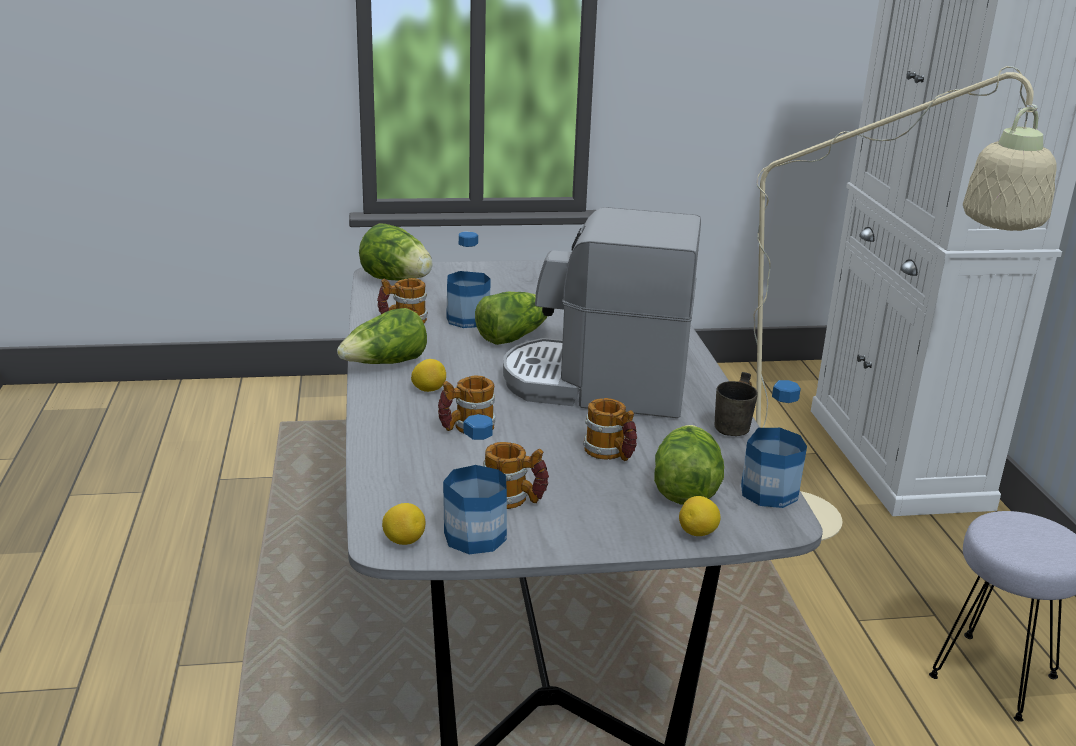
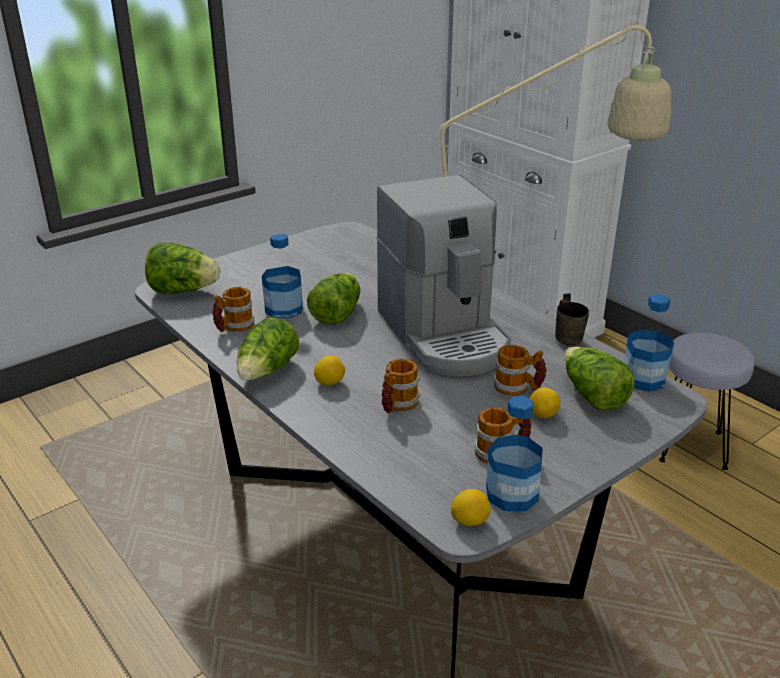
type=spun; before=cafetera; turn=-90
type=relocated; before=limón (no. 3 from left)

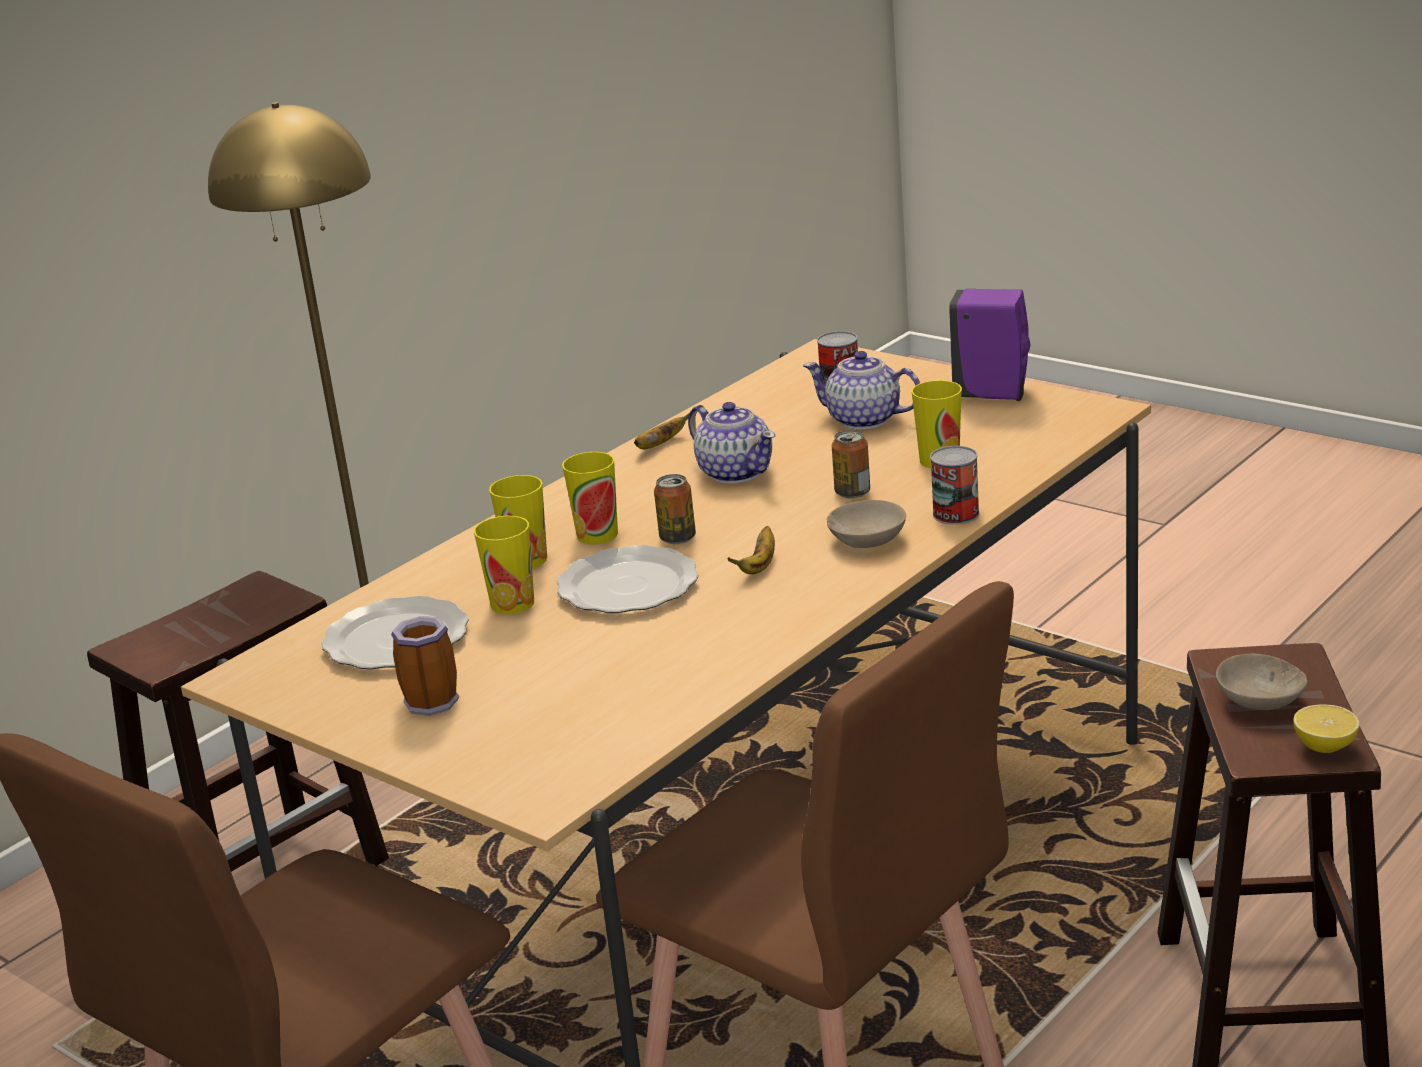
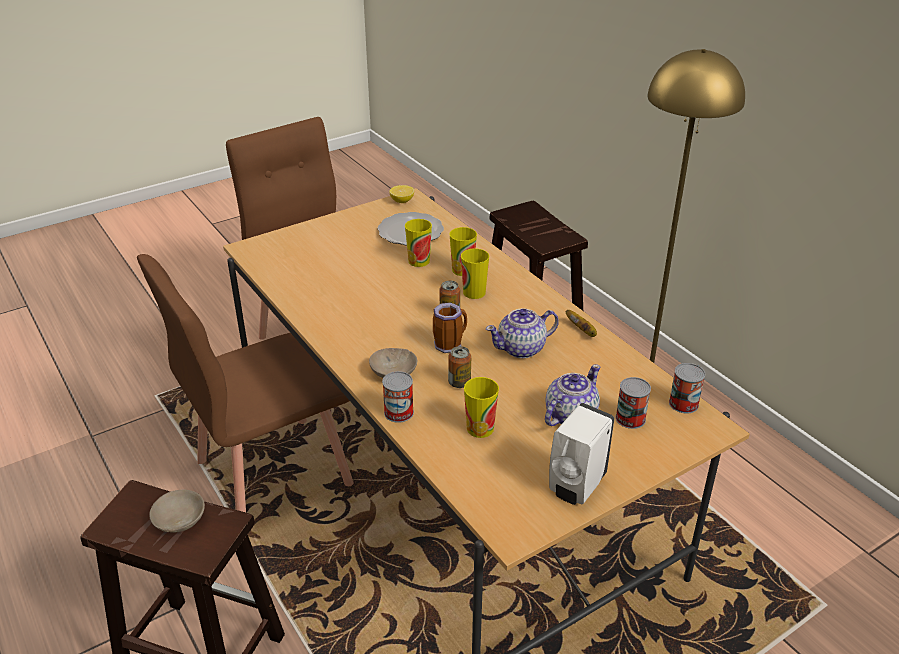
type=relocated; before=taza grande
type=missing; before=plato (no. 2 from left)
type=missing; before=plátano (no. 2 from left)
type=colour; before=dispensador de jabón [morado]; after=dispensador de jabón [blanco]
type=relocated; before=limón
type=appeared; after=lata (no. 5 from left)

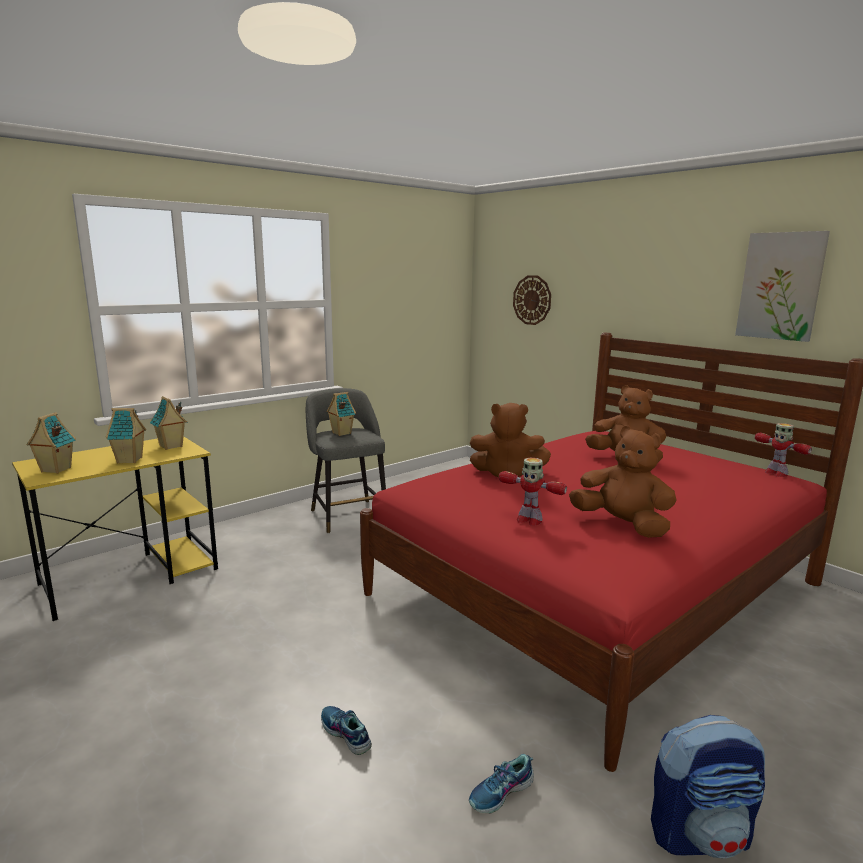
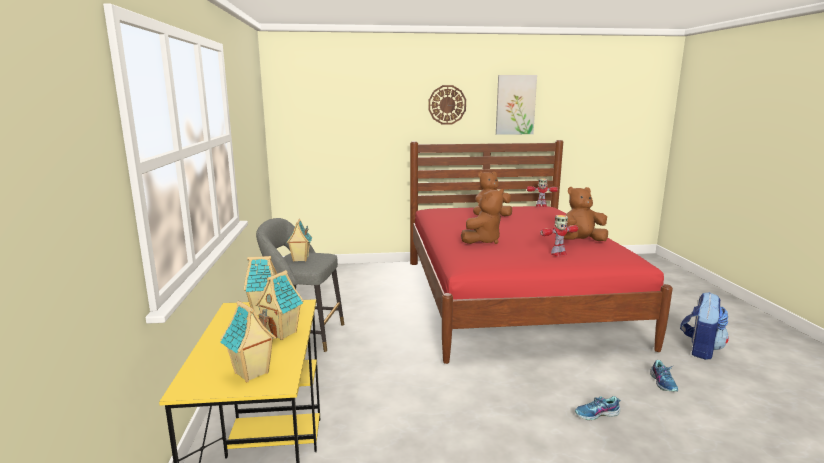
type=relocated; before=reloj de pared

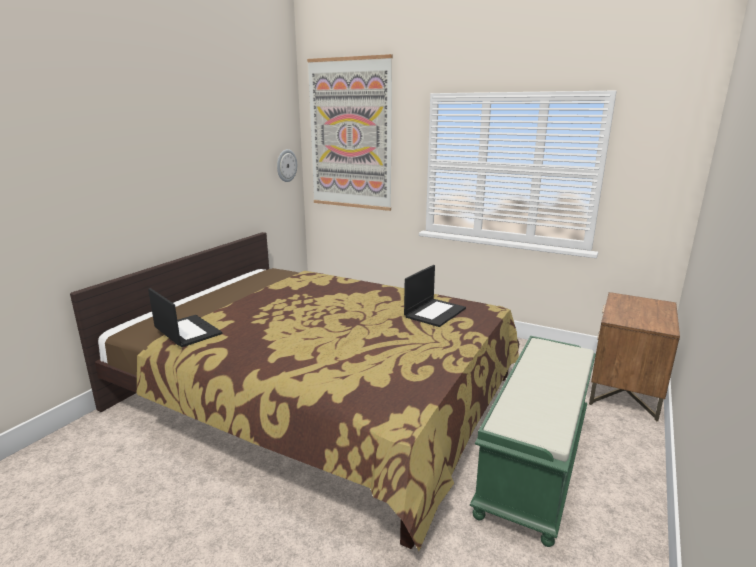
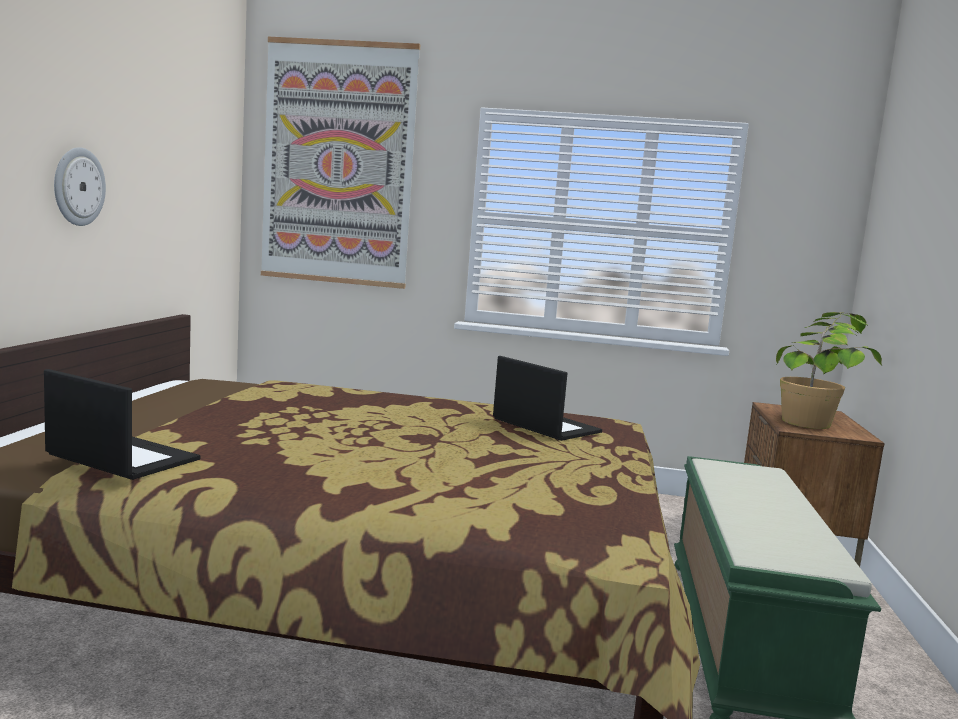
type=relocated; before=reloj de pared
type=spun; before=portátil (no. 2 from left); turn=-60
type=appeared; after=planta en maceta

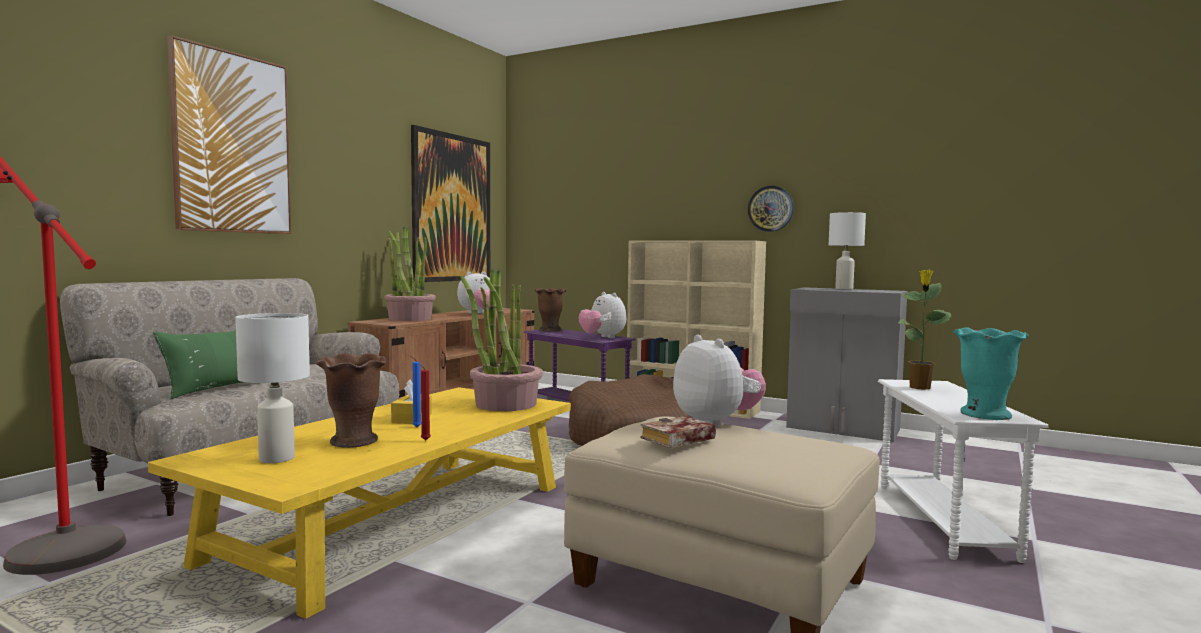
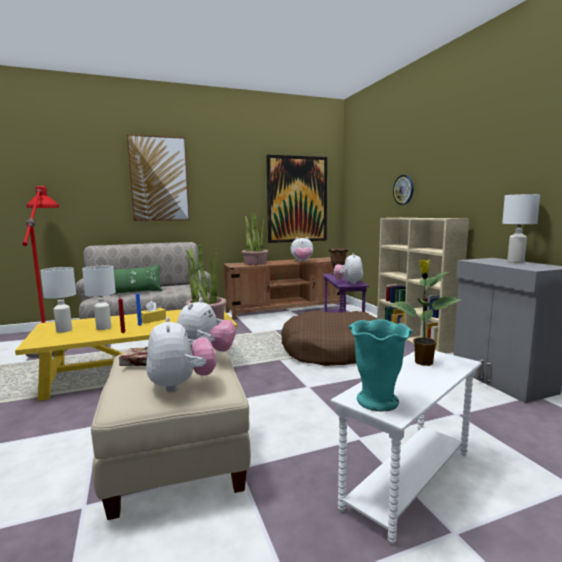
type=exchanged; before=florero [marrón] (no. 1 from left); after=lámpara de mesa [blanco] (no. 2 from left)
type=relocated; before=reloj de pared
type=appeared; after=peluche (no. 1 from left)

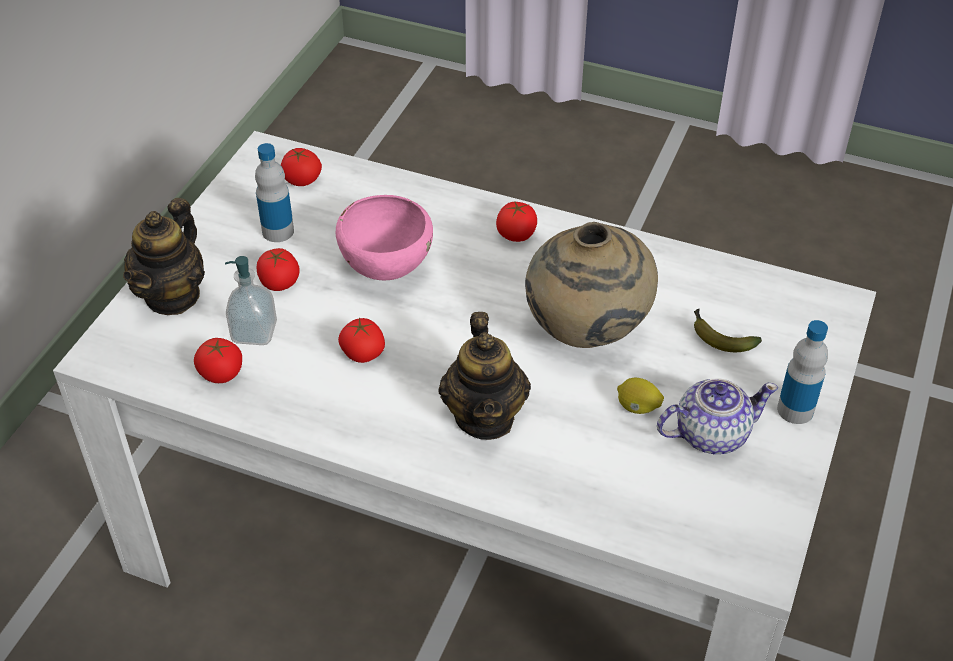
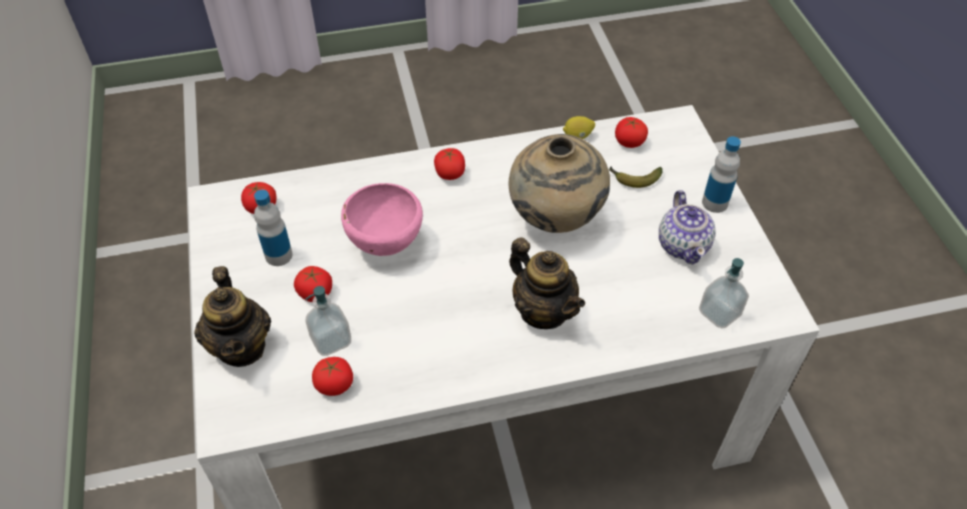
type=relocated; before=tomate (no. 4 from left in the first image); after=tomate (no. 5 from left)
type=relocated; before=limón
type=spun; before=tetera (no. 3 from left); turn=135
type=appeared; after=dispensador de jabón (no. 2 from left)

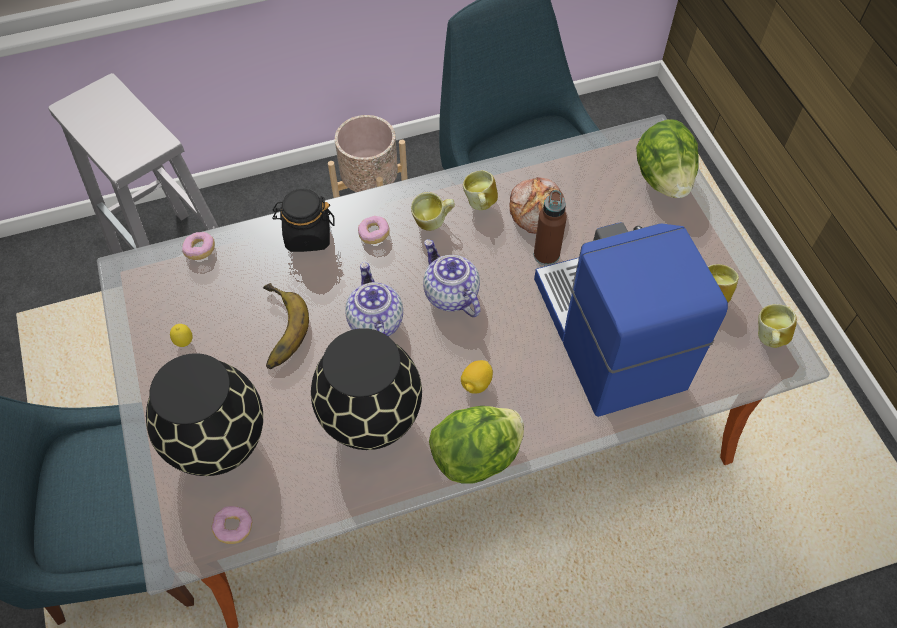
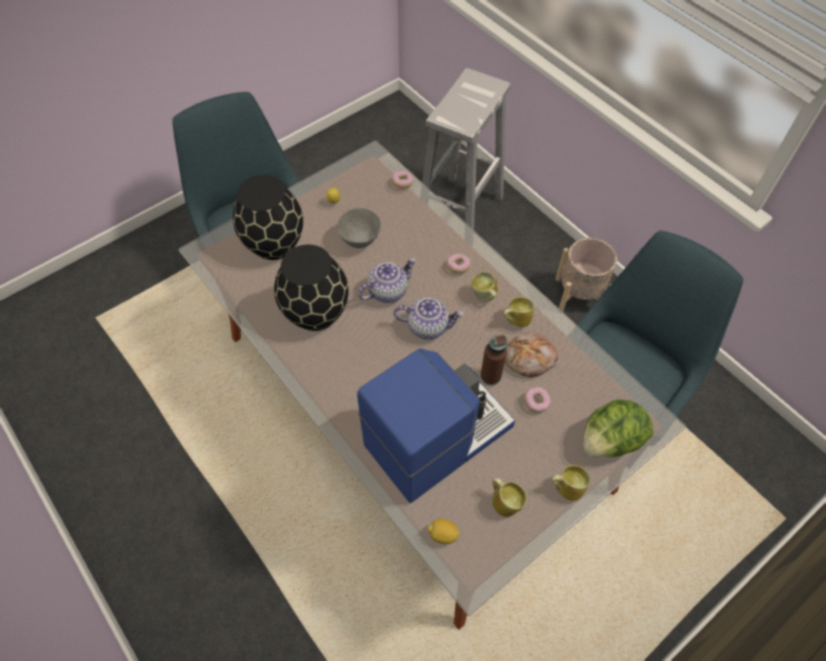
type=relocated; before=rosquilla (no. 2 from left in the first image); after=rosquilla (no. 3 from left)
type=exchanged; before=plátano; after=cuenco [gris]
type=missing; before=tarro [negro]
type=spun; before=tetera (no. 2 from left); turn=60
type=missing; before=lechuga (no. 1 from left)
type=relocated; before=limón (no. 2 from left)
type=relocated; before=taza grande (no. 4 from left)

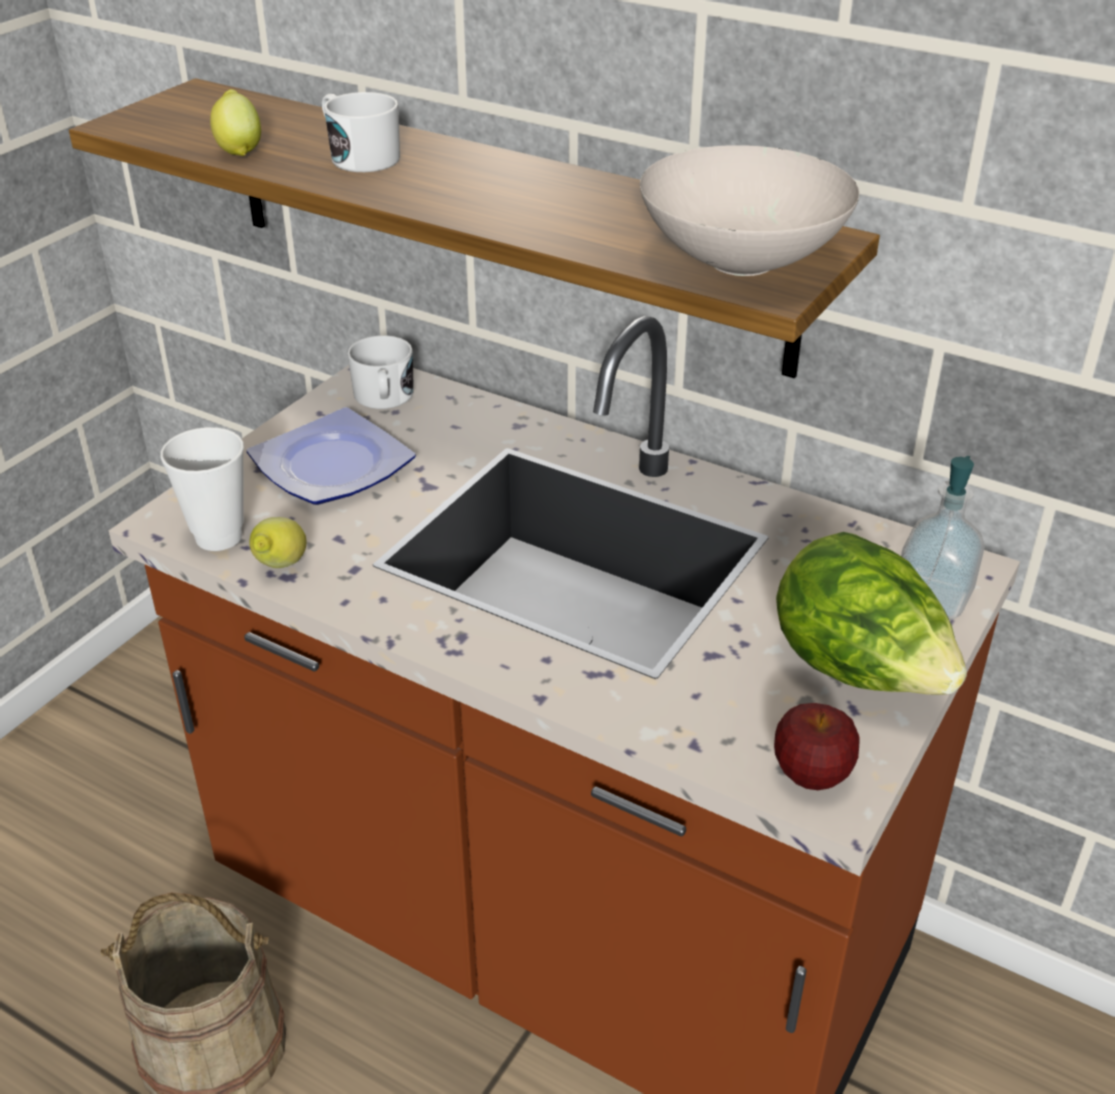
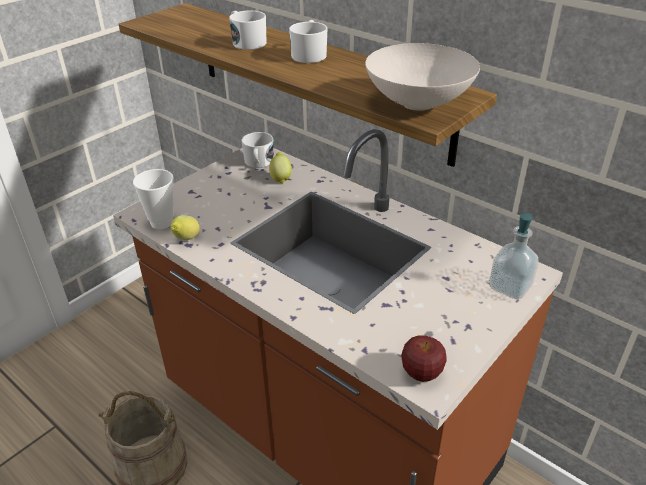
type=relocated; before=limón (no. 1 from left in the first image); after=limón (no. 2 from left)
type=missing; before=plato
type=missing; before=lechuga
type=appeared; after=taza grande [blanco] (no. 3 from left)

